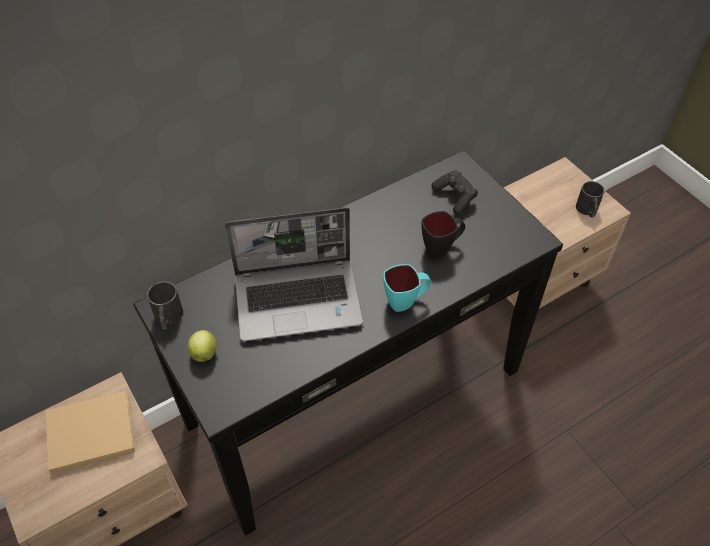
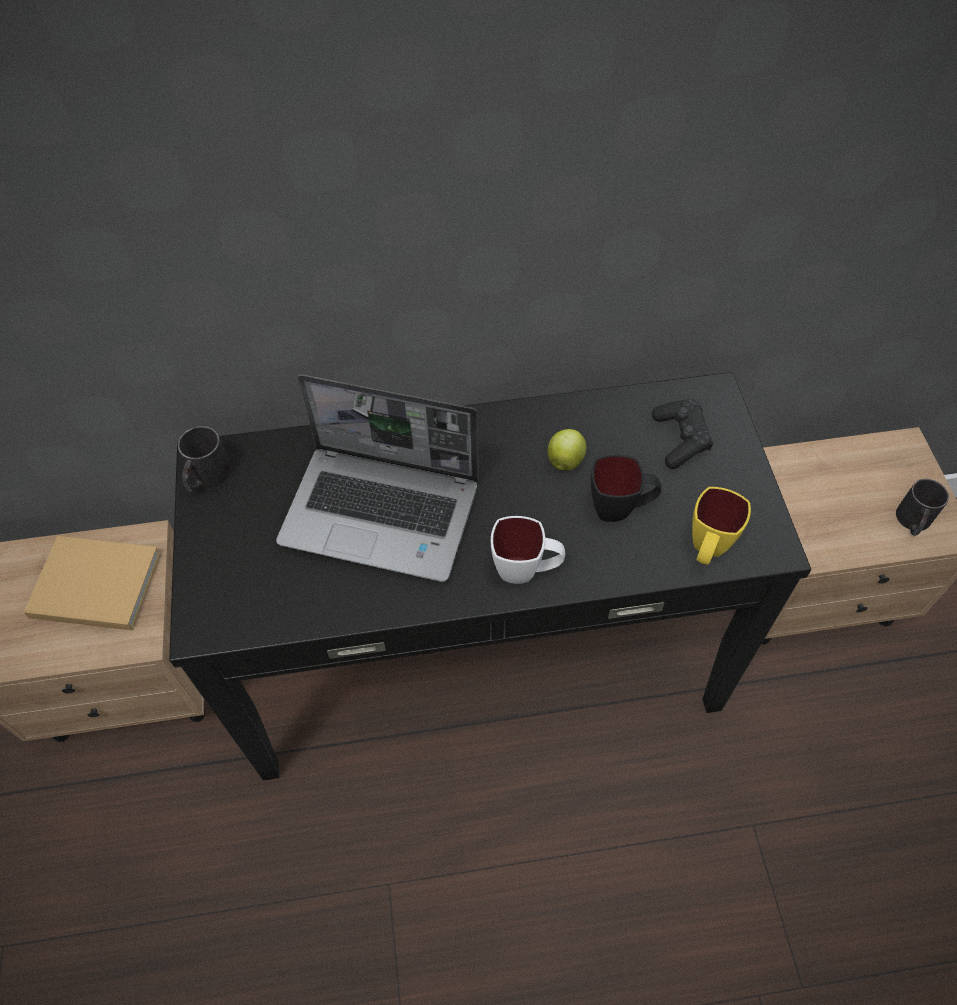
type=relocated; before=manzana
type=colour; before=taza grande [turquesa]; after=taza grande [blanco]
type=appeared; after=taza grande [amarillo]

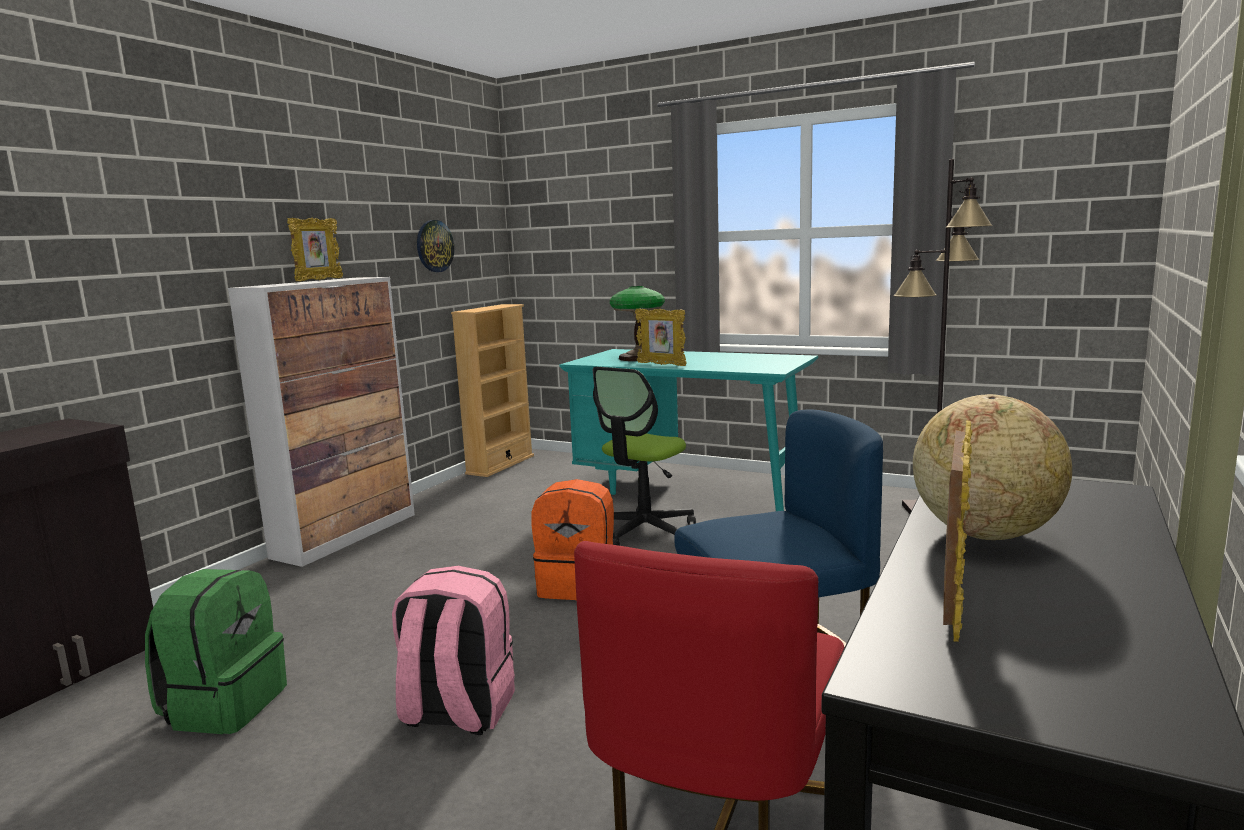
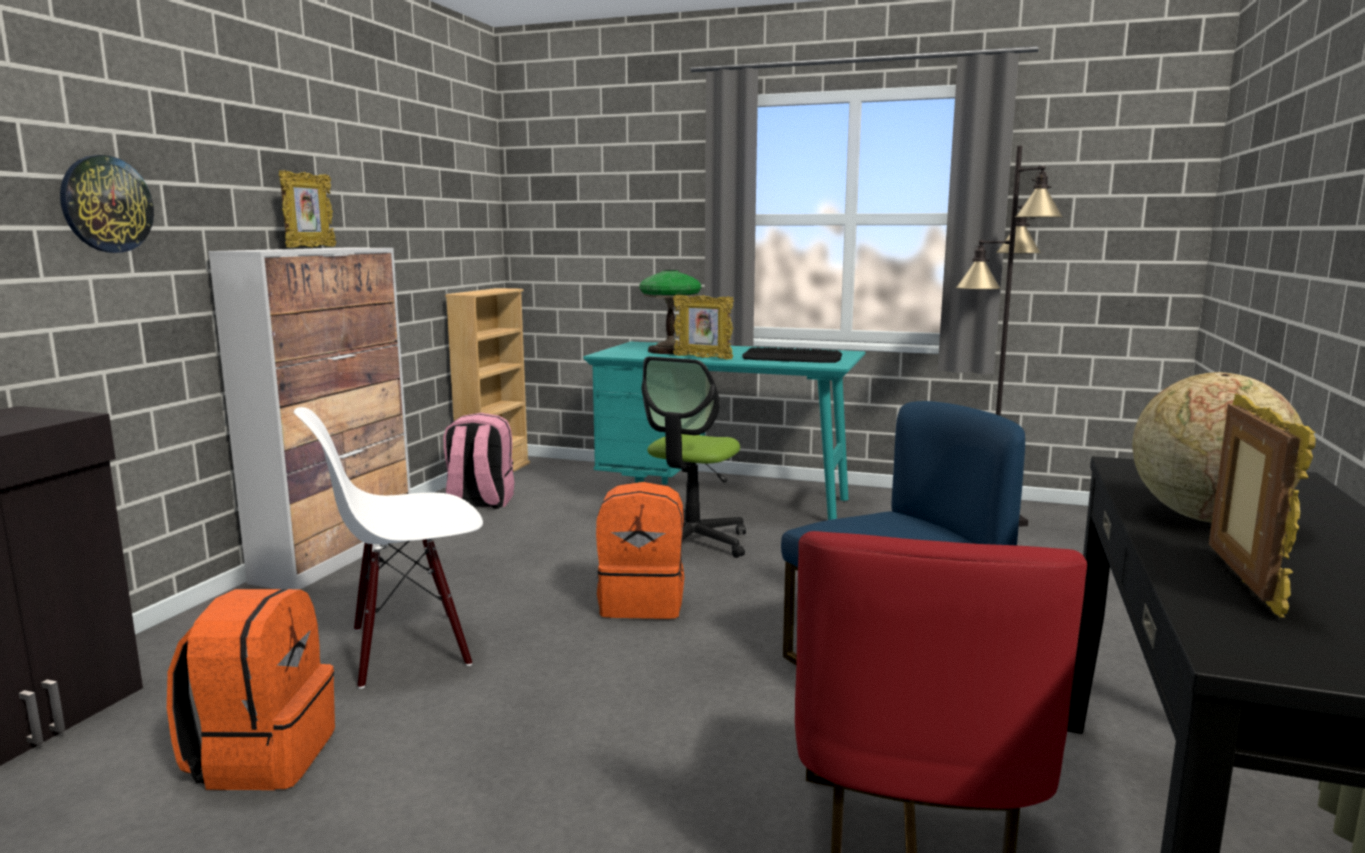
type=colour; before=mochila [verde]; after=mochila [naranja] (no. 1 from left)
type=relocated; before=mochila [rosa]
type=relocated; before=reloj de pared
type=appeared; after=silla [blanco]
type=appeared; after=teclado

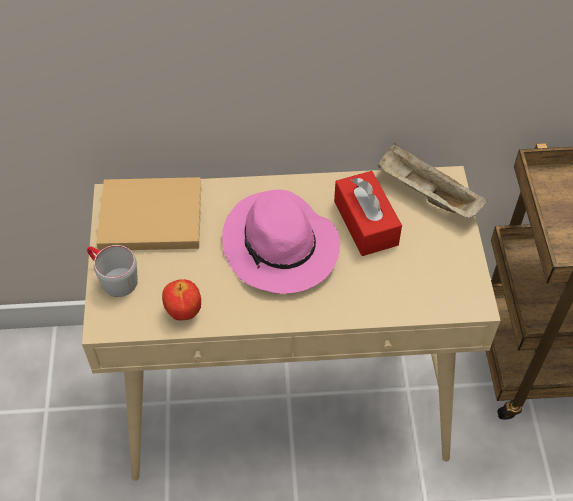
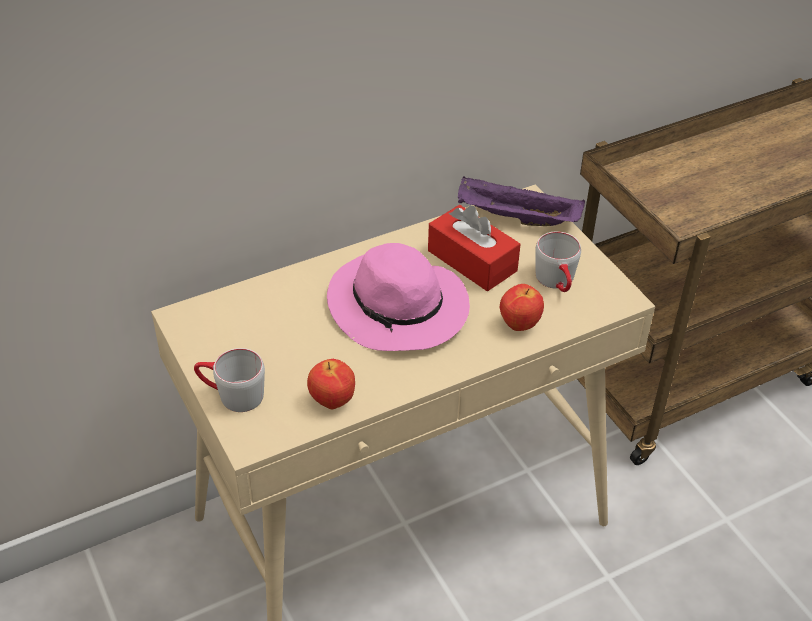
type=missing; before=libro [beis]
type=colour; before=bandeja [beis]; after=bandeja [morado]
type=appeared; after=manzana (no. 2 from left)
type=appeared; after=taza grande [gris] (no. 2 from left)

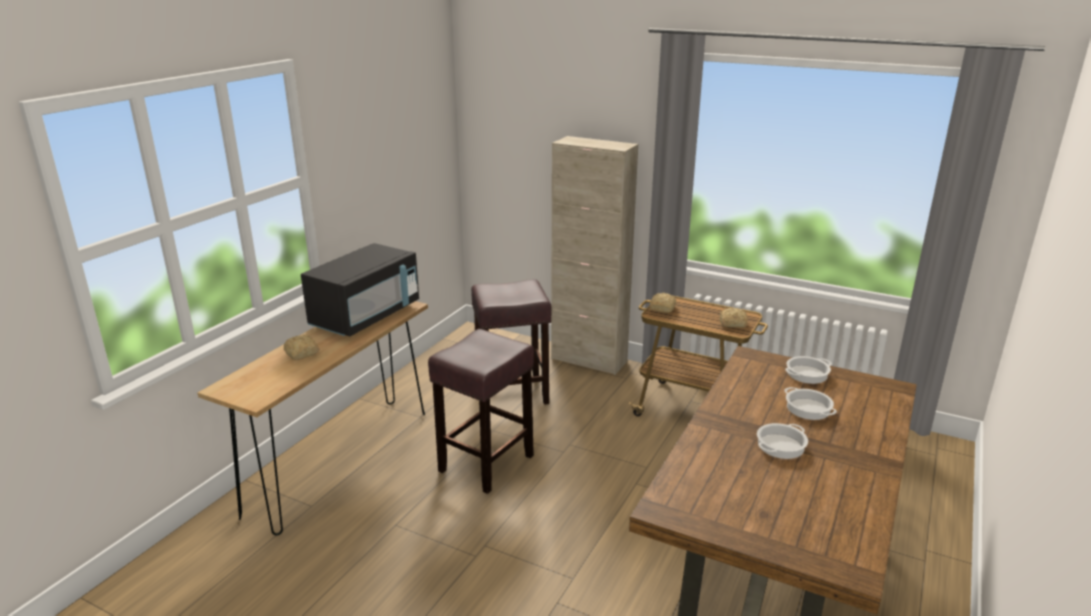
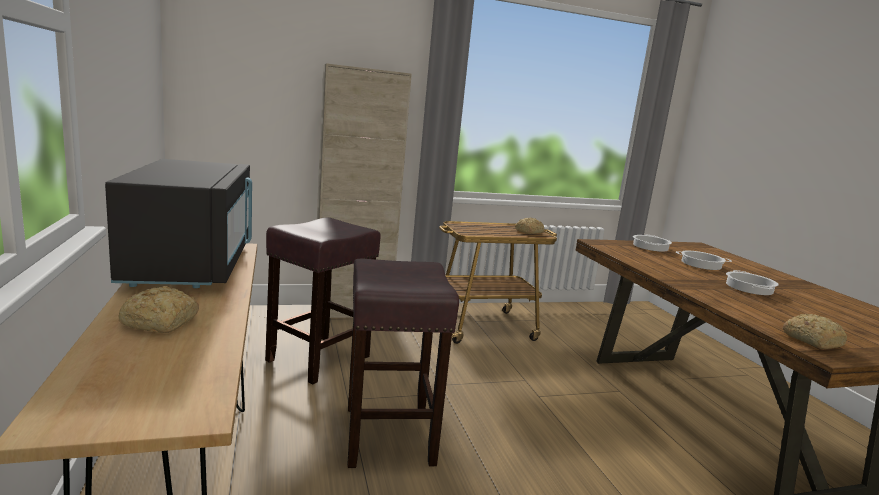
type=relocated; before=pan (no. 2 from left in the first image); after=pan (no. 3 from left)

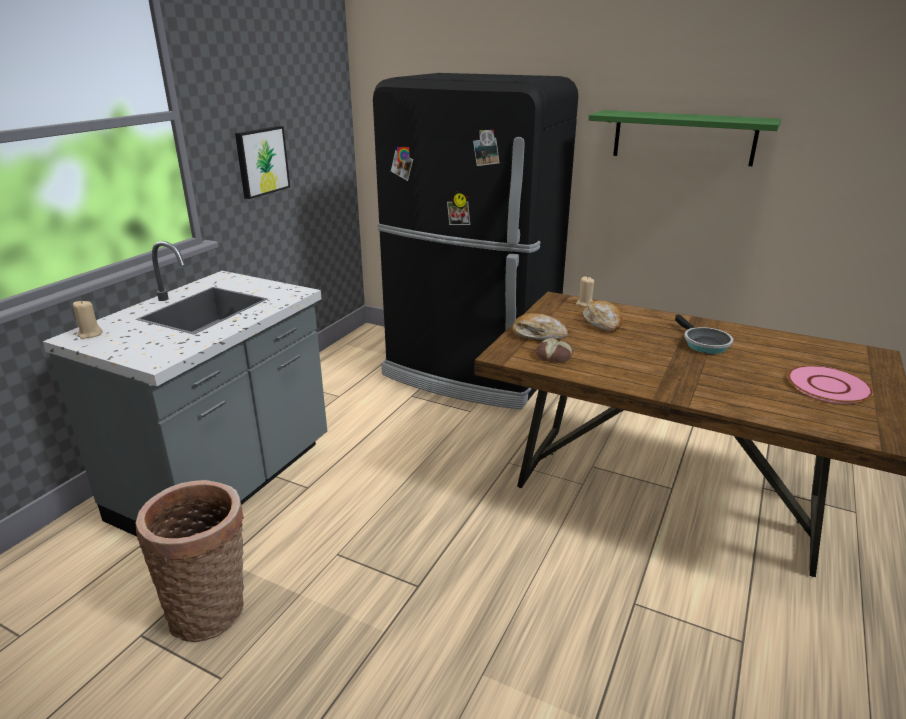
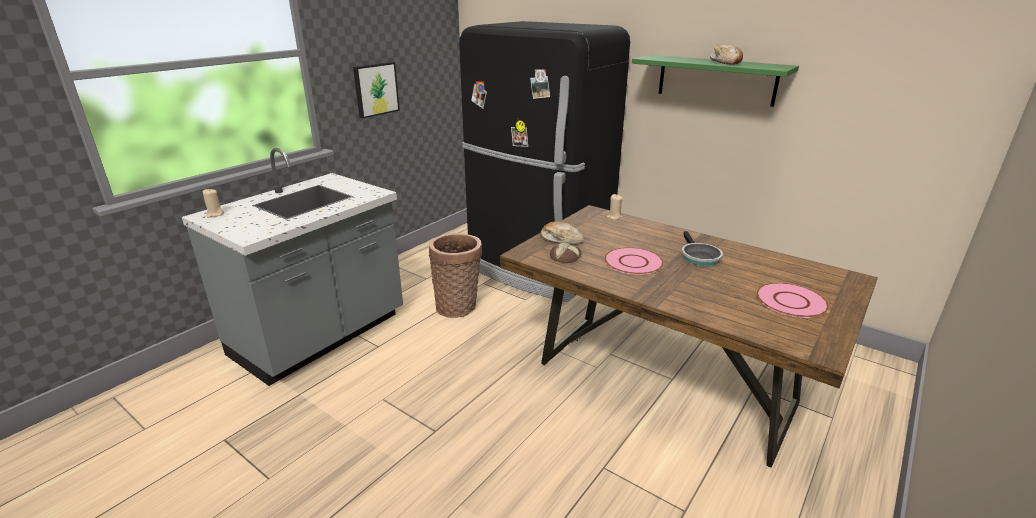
type=relocated; before=cesta
type=relocated; before=pan (no. 3 from left)
type=appeared; after=plato [rosa] (no. 1 from left)

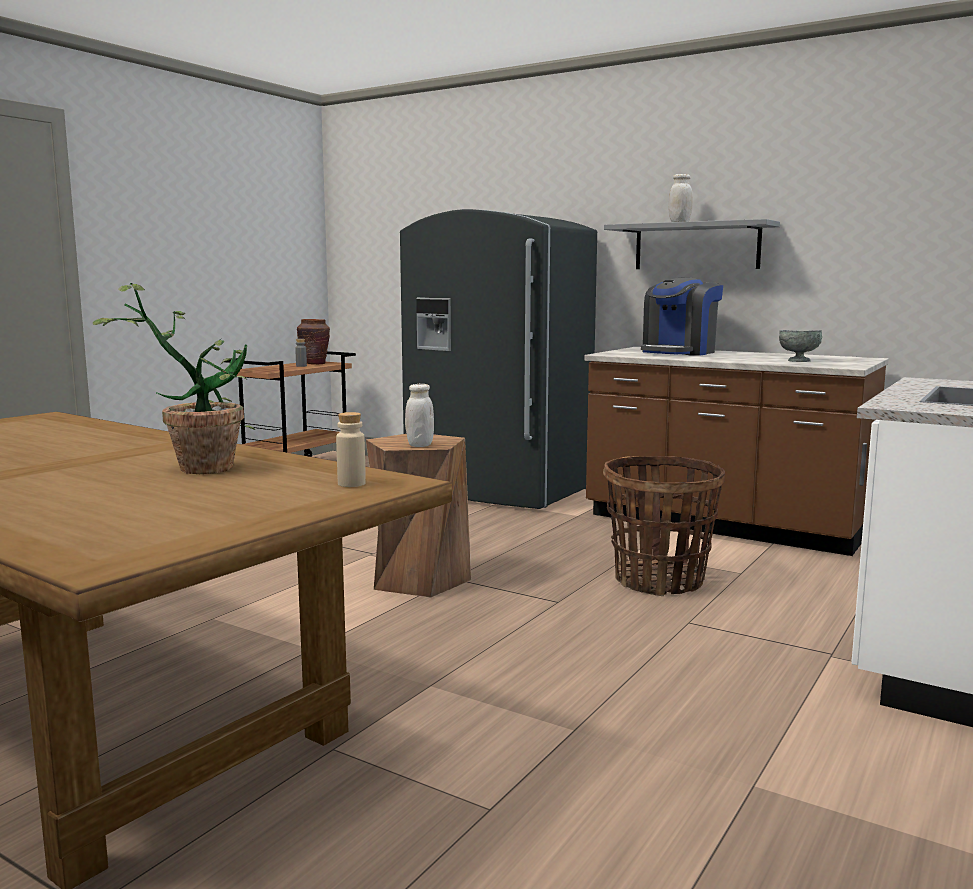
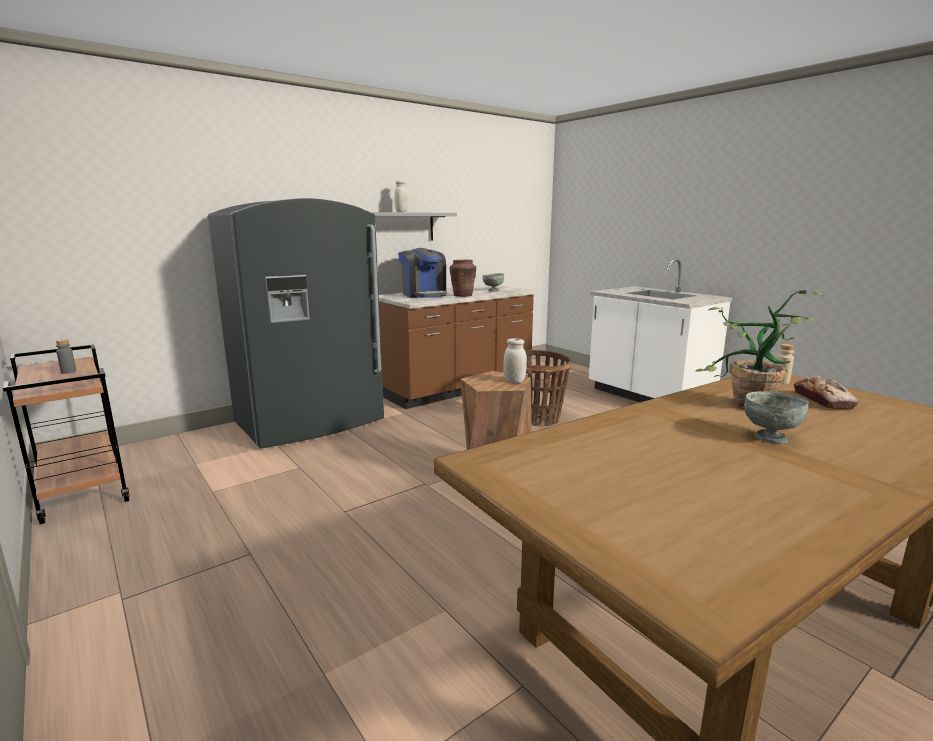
type=relocated; before=florero [marrón]
type=appeared; after=cuenco [gris] (no. 2 from left)
type=appeared; after=pan

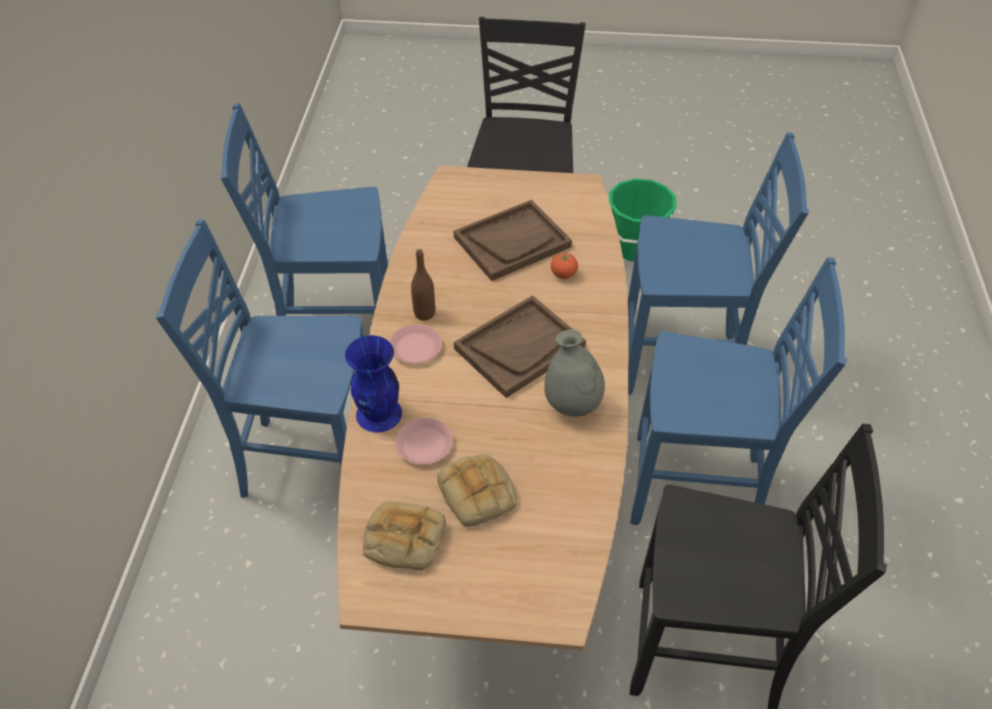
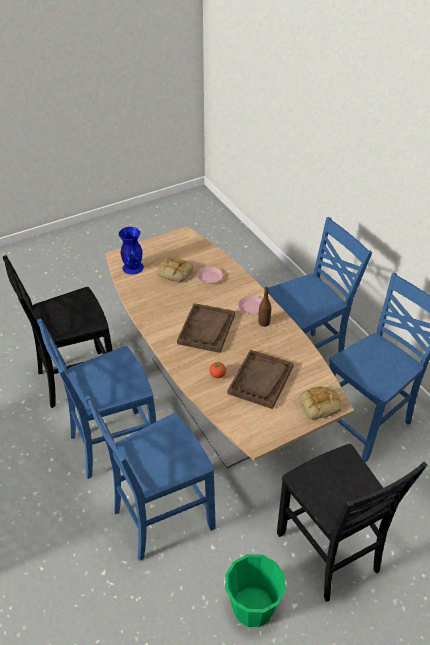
type=relocated; before=florero [azul]
type=relocated; before=pan (no. 1 from left in the first image); after=pan (no. 2 from left)
type=missing; before=florero [gris]

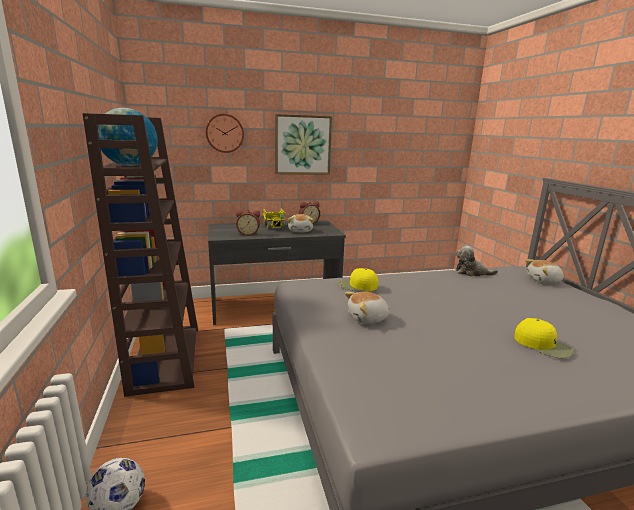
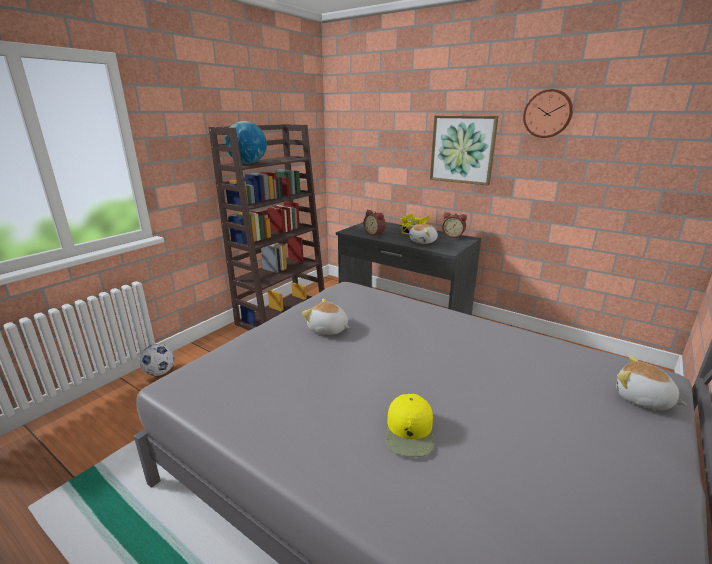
type=relocated; before=reloj de pared
type=missing; before=gorra [amarillo] (no. 1 from left)
type=missing; before=peluche (no. 3 from left)

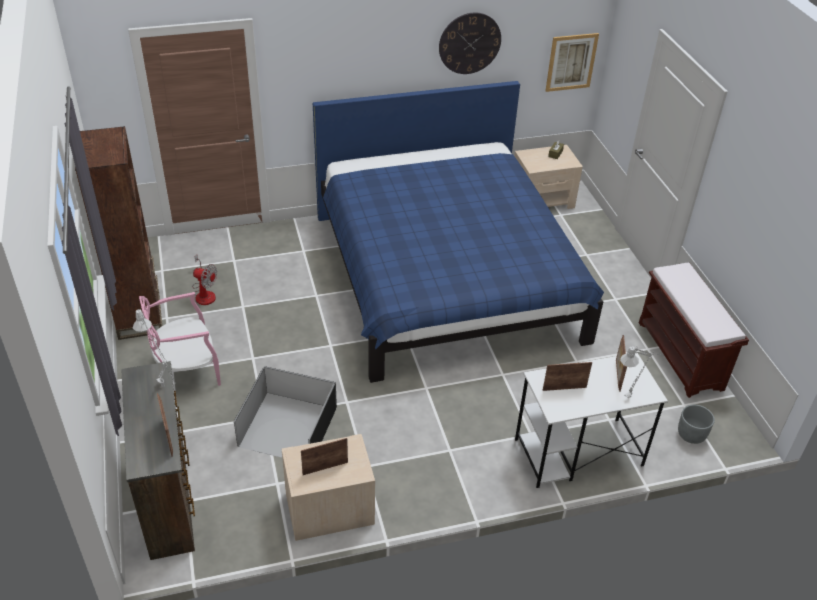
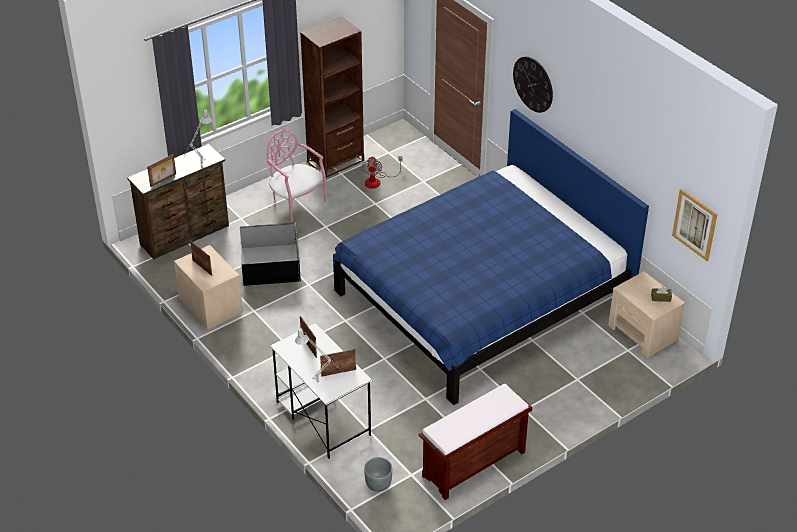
type=relocated; before=reloj de pared

